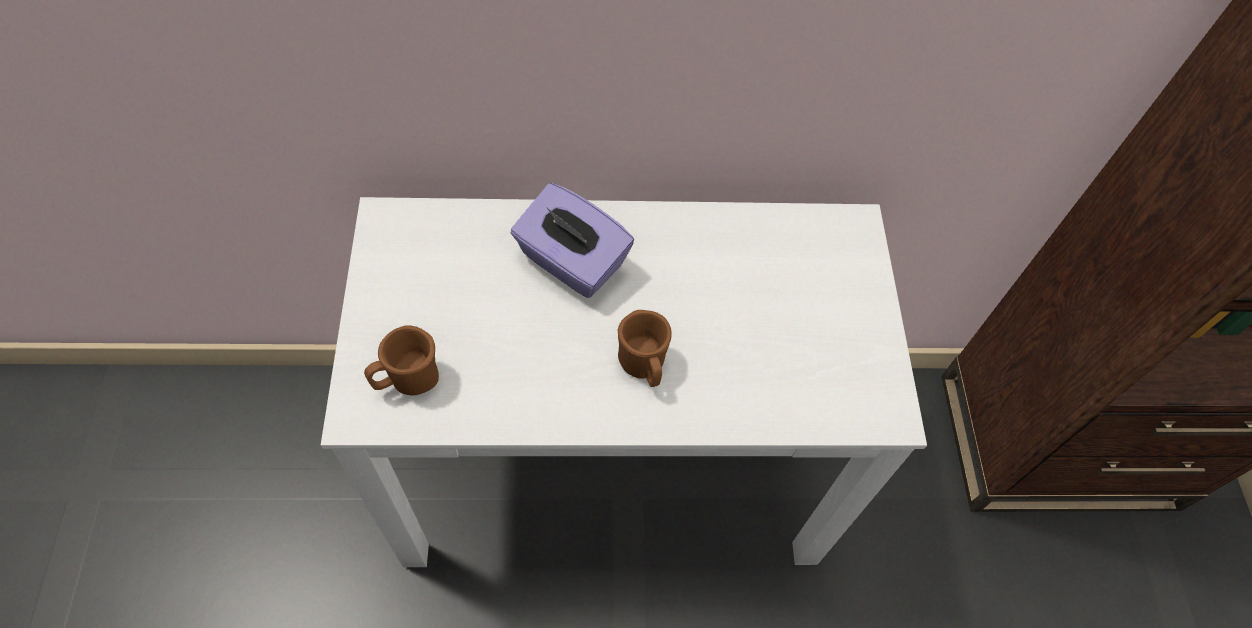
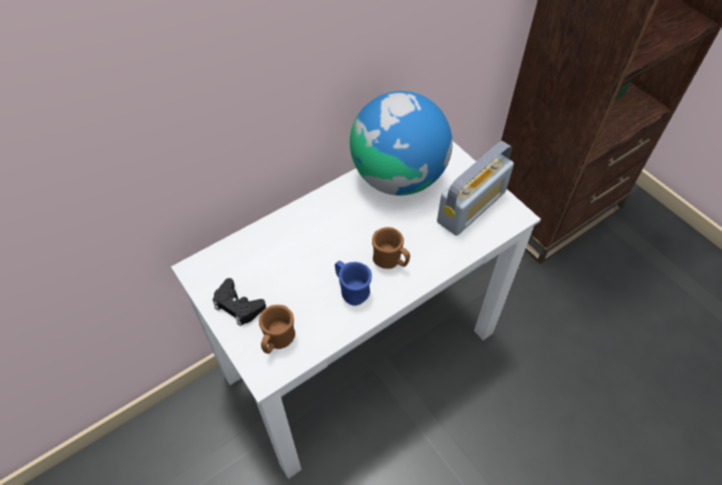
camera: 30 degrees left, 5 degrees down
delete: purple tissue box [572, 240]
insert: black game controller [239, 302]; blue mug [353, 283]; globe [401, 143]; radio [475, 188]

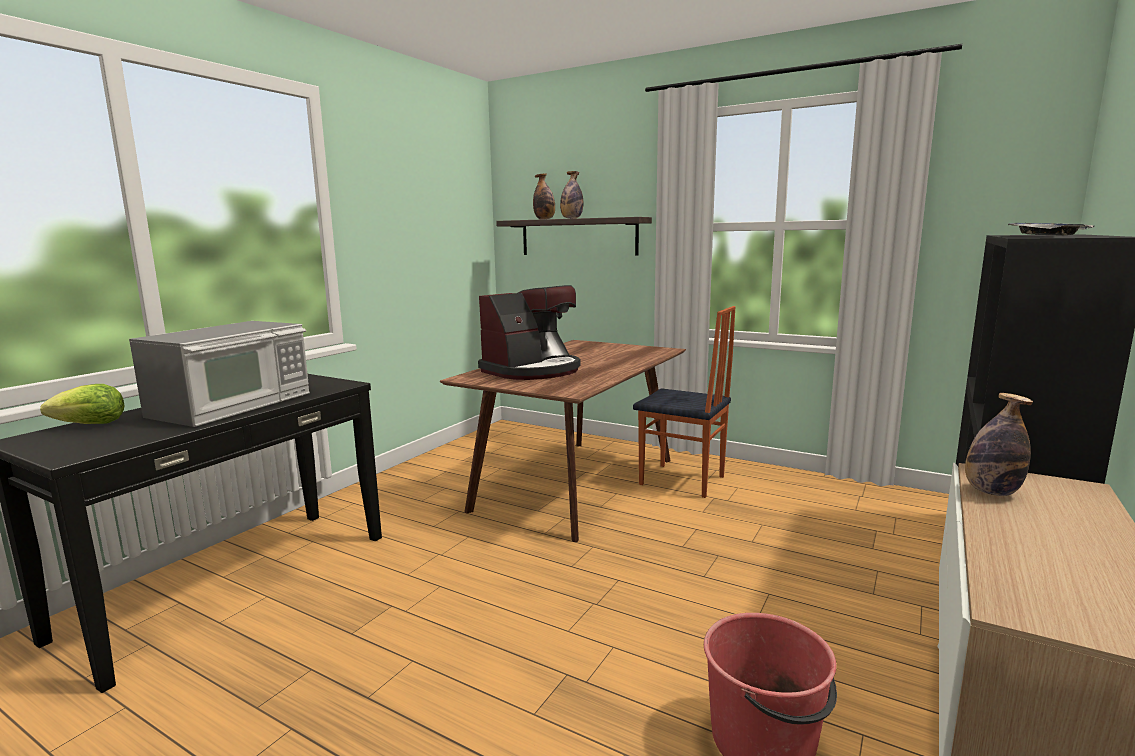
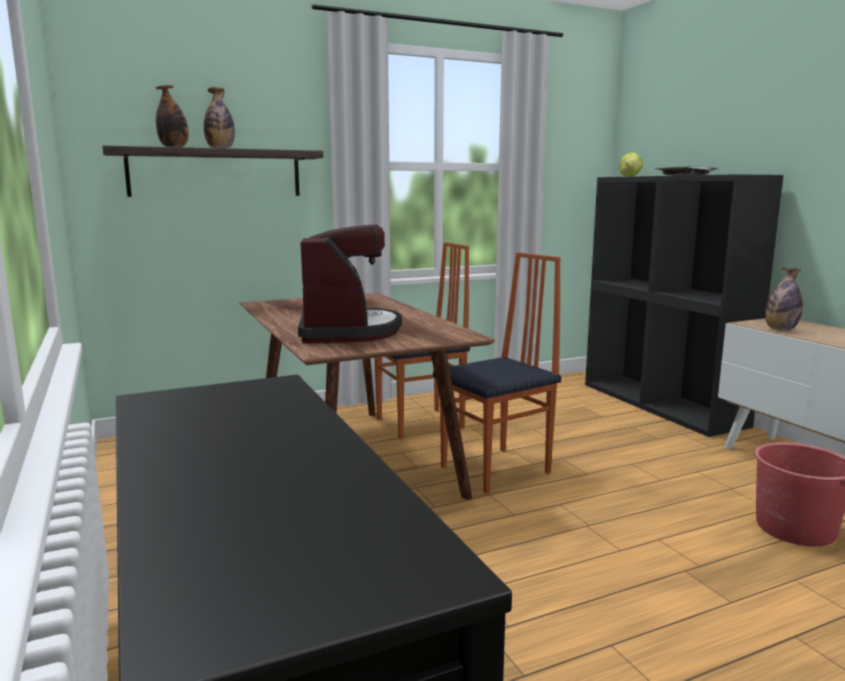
camera: 55 degrees left, 0 degrees up
delete: microwave [219, 374]
insert: chair [497, 372]
move: lettuce [82, 404] to [631, 164]

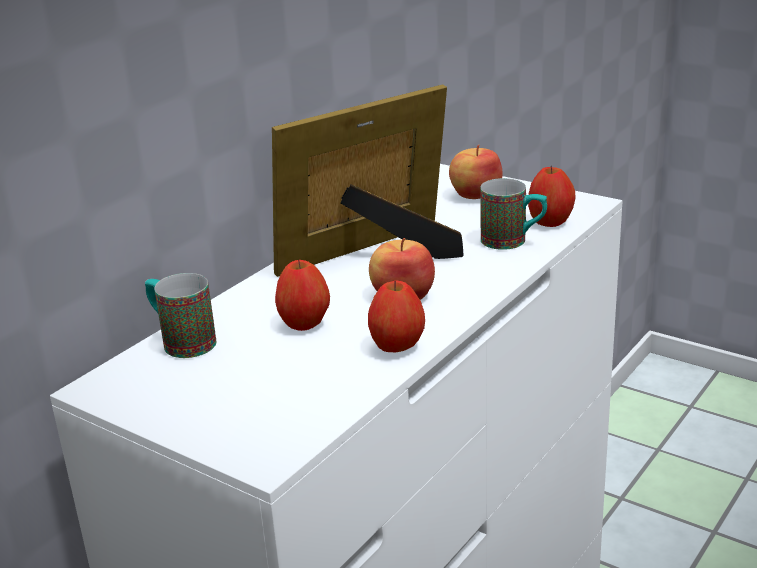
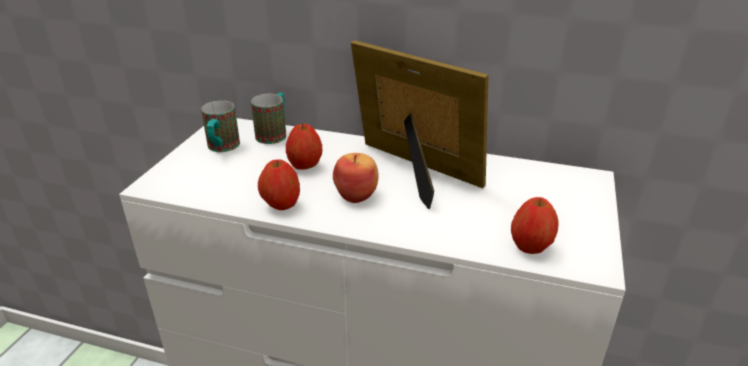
camera: 70 degrees right, 5 degrees up
delete: apple [476, 172]
move: mug [513, 214] to [220, 126]

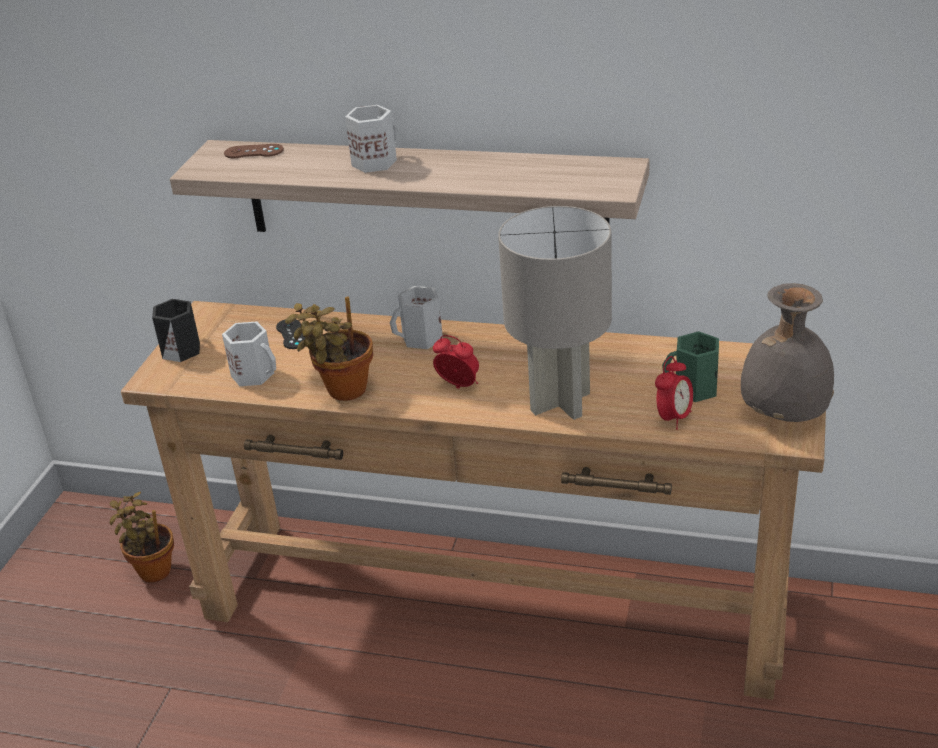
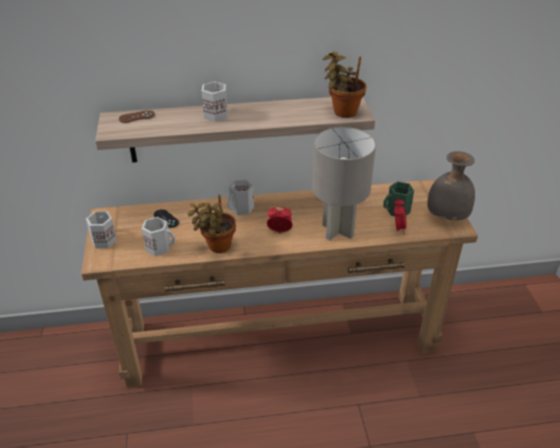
camera: 25 degrees left, 5 degrees up
move: potted plant [142, 536] to [345, 85]
recolor: black mug [176, 330] to white mug [101, 229]

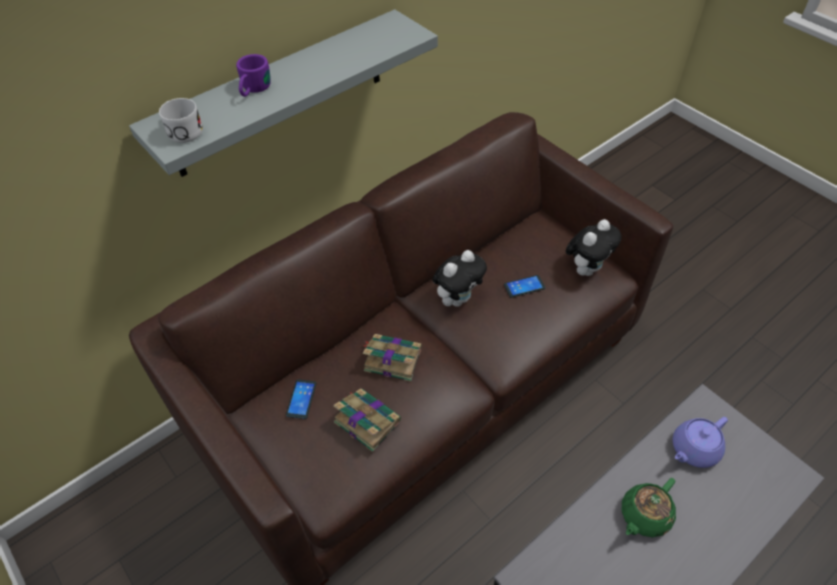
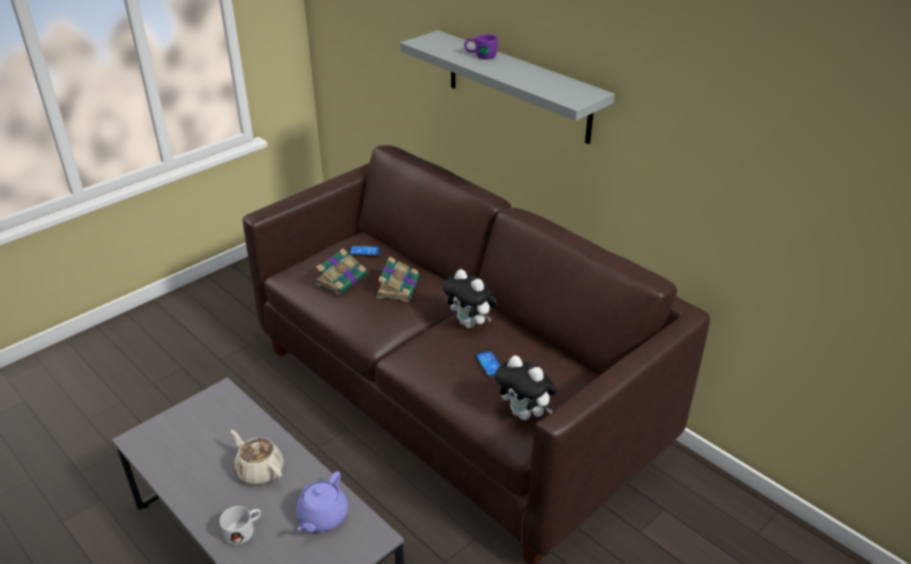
camera: 85 degrees right, 15 degrees down
move: white mug [181, 120] to [240, 525]
recolor: green teapot [649, 507] to beige teapot [257, 457]
rotate: purple teapot [700, 442] = [322, 502] 120 degrees counterclockwise

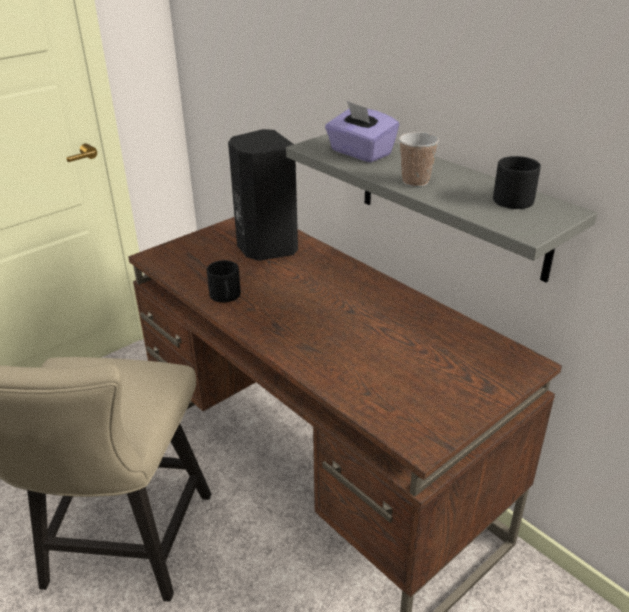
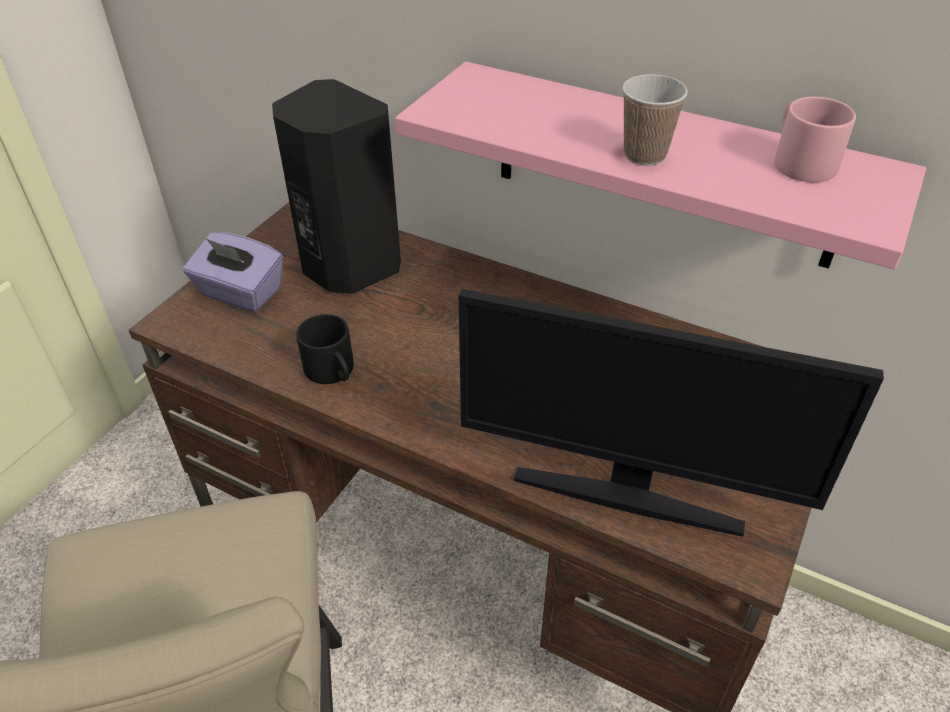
camera: 20 degrees left, 10 degrees up
insert: monitor [671, 413]
move: purple tissue box [362, 132] to [233, 272]
recolor: grey shelf [441, 208] to pink shelf [660, 165]; black mug [517, 182] to pink mug [815, 139]

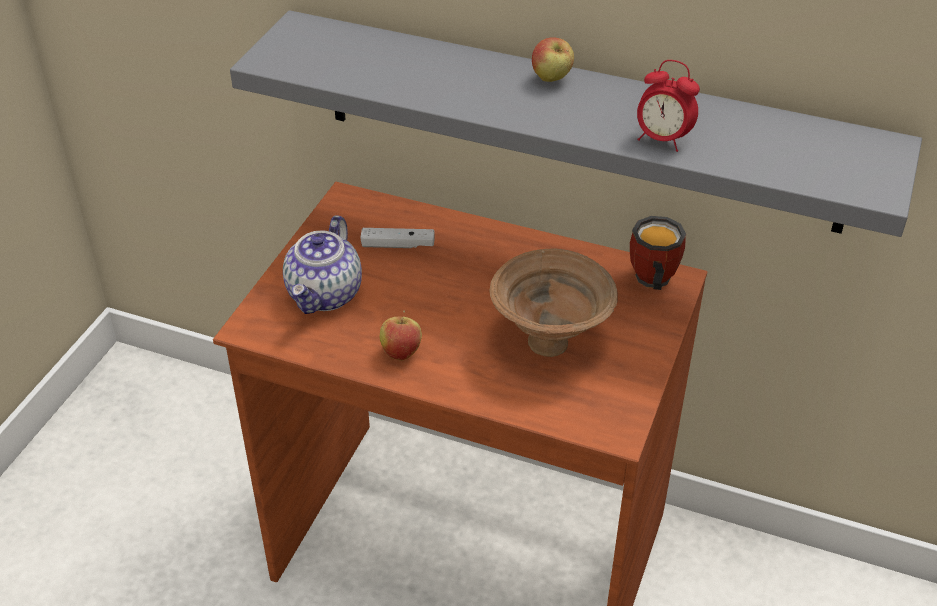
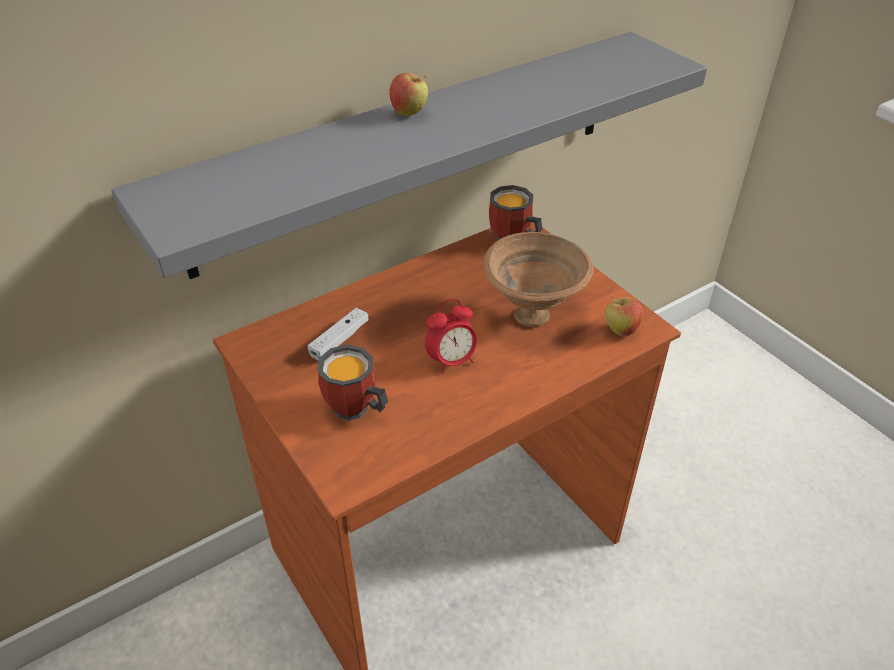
camera: 55 degrees left, 0 degrees up
move: apple [401, 335] to [624, 316]; alarm clock [668, 106] to [451, 336]
replace: teapot [322, 264] to mug [352, 382]

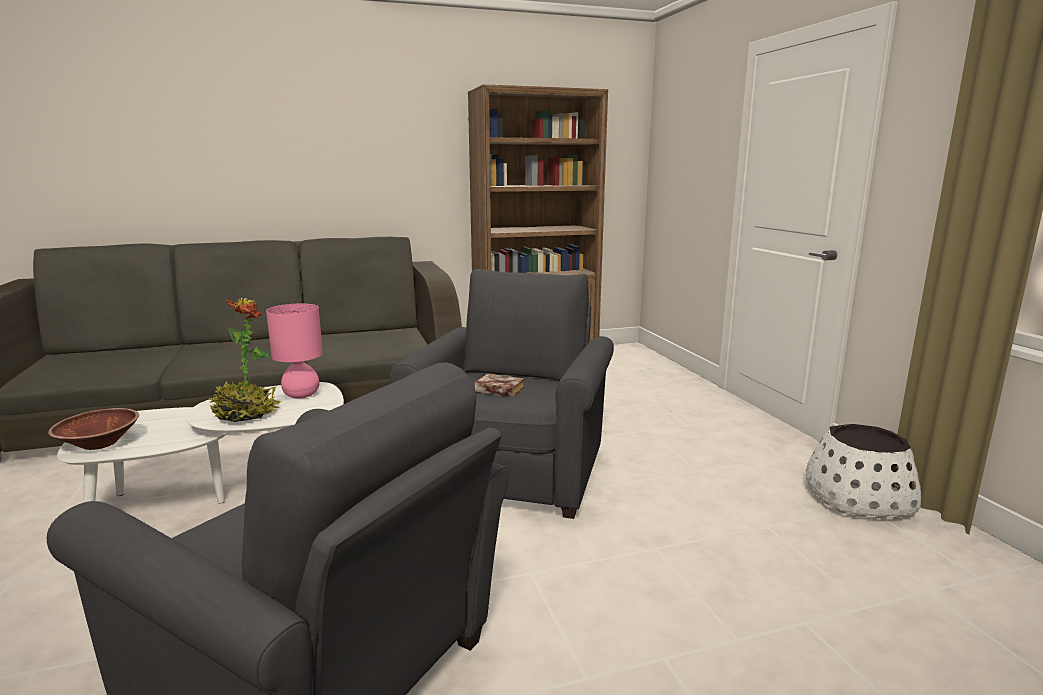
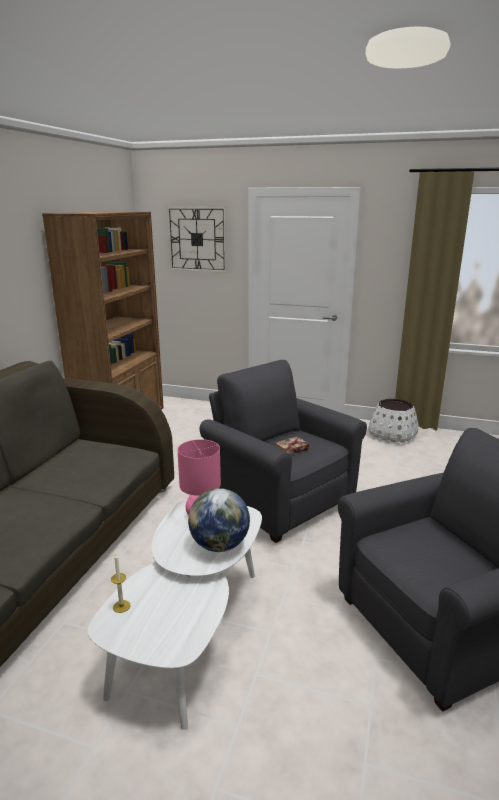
camera: 55 degrees left, 5 degrees up
delete: brown bowl [93, 429]
insert: candle [121, 583]; wall clock [196, 239]
replace: potted plant [244, 360] to globe [219, 520]

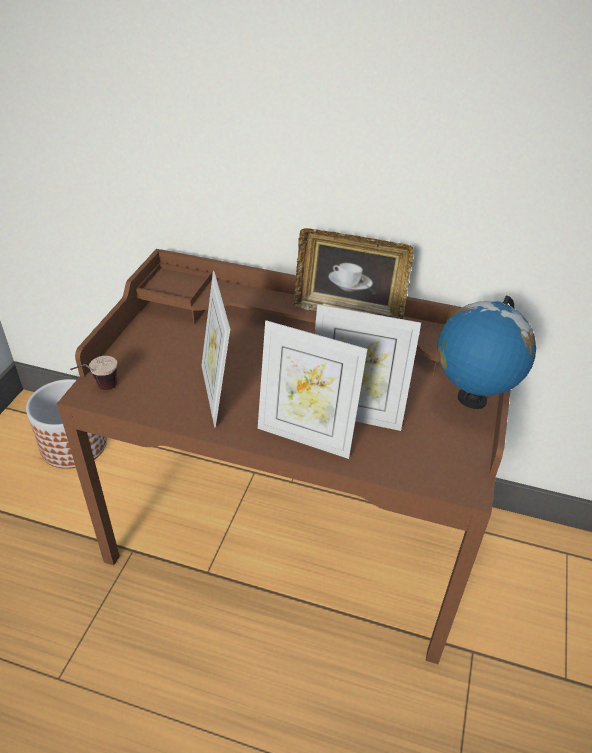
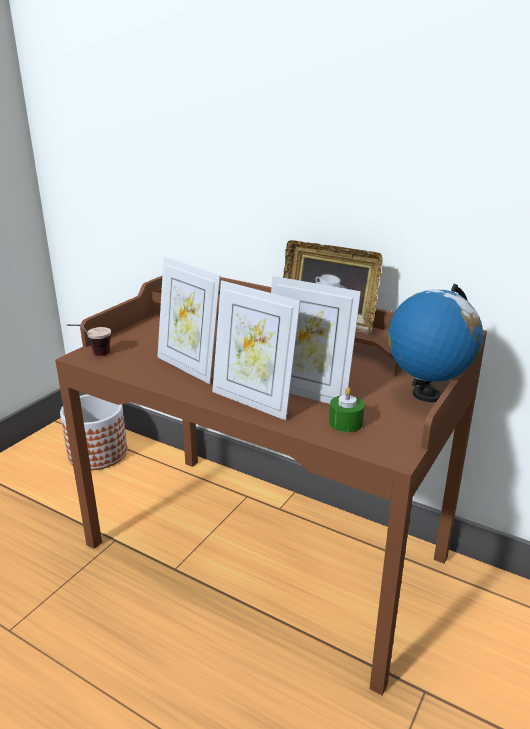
camera: 15 degrees right, 15 degrees down
insert: green candle [347, 409]
rotate: picture frame [216, 349] = [188, 320] 45 degrees counterclockwise

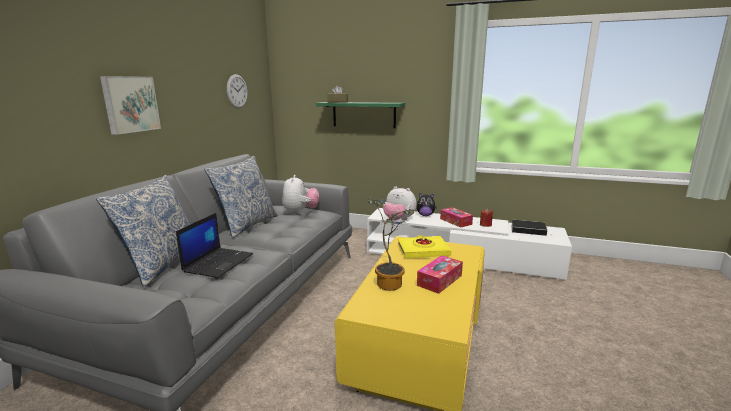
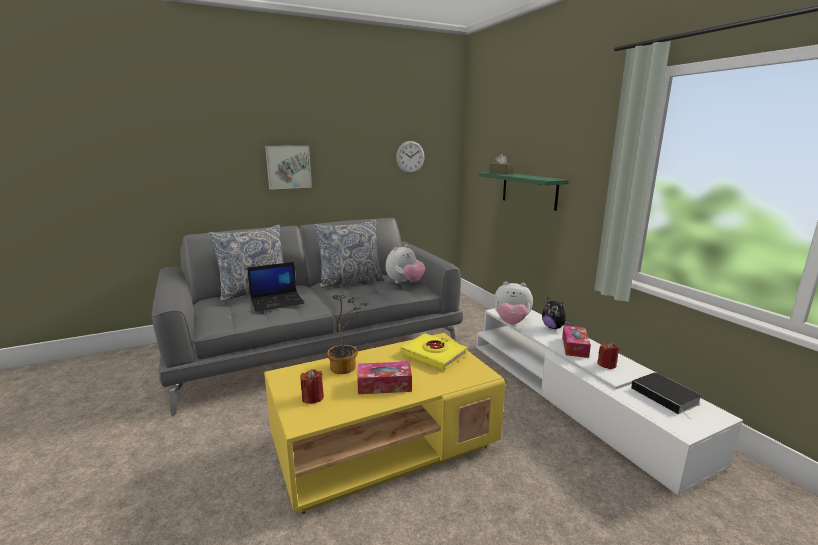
camera: 45 degrees right, 0 degrees up
insert: red candle [312, 386]
rotate: plush toy [400, 203] = [513, 303] 60 degrees counterclockwise

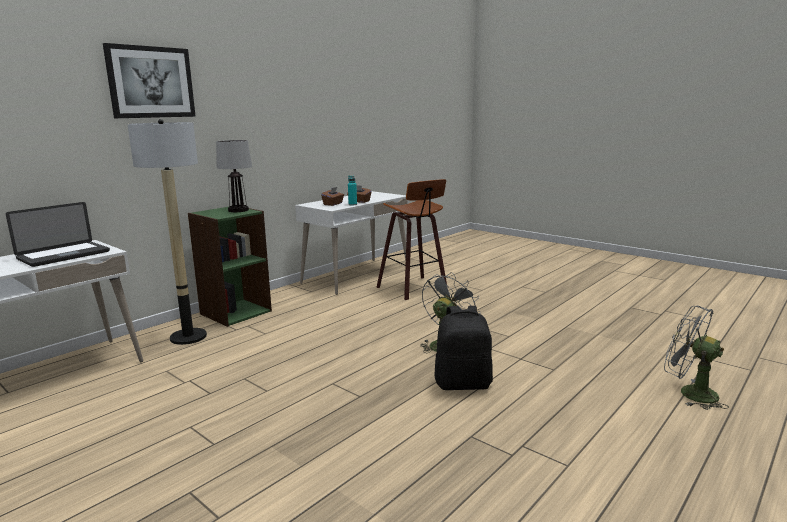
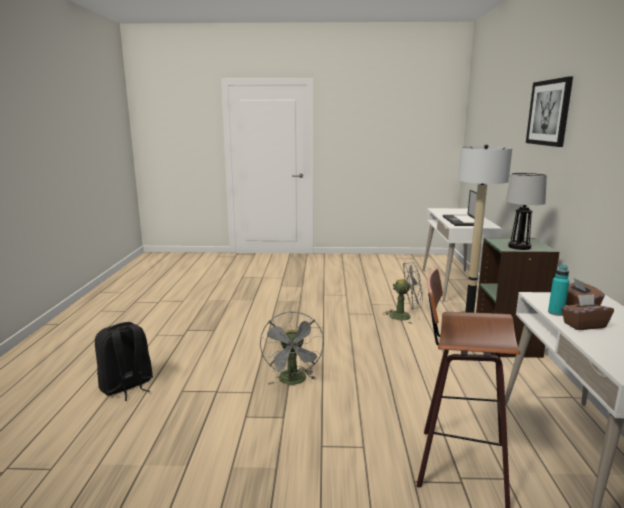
camera: 140 degrees right, 0 degrees up
move: black backpack [464, 348] to [124, 361]; grey fan [696, 358] to [403, 293]

